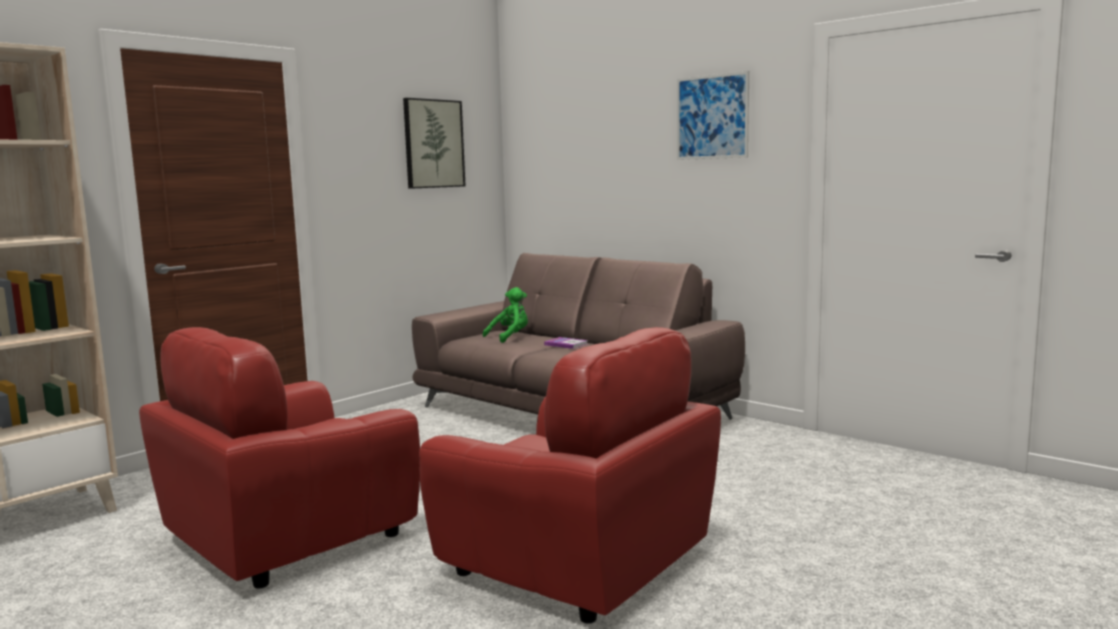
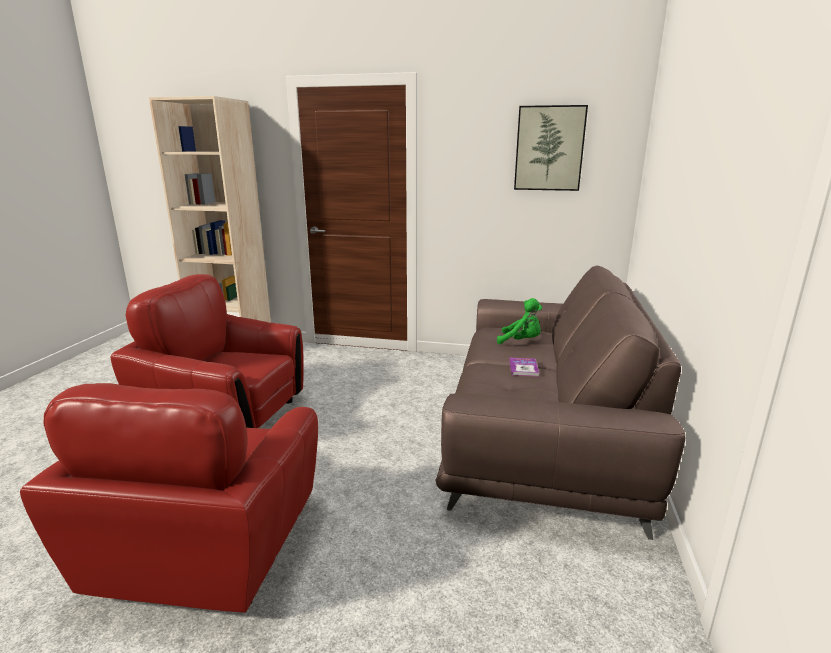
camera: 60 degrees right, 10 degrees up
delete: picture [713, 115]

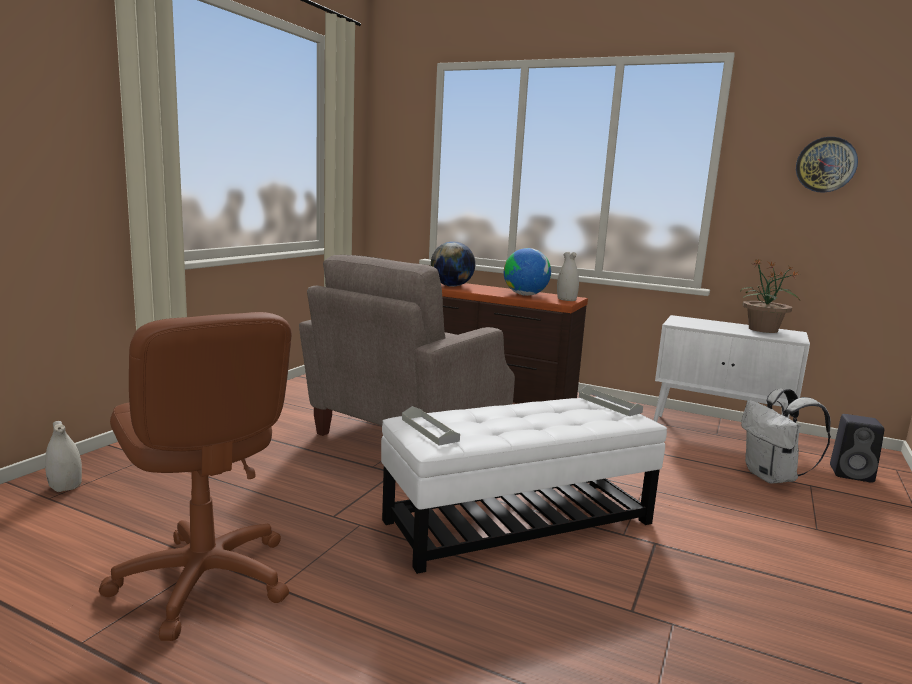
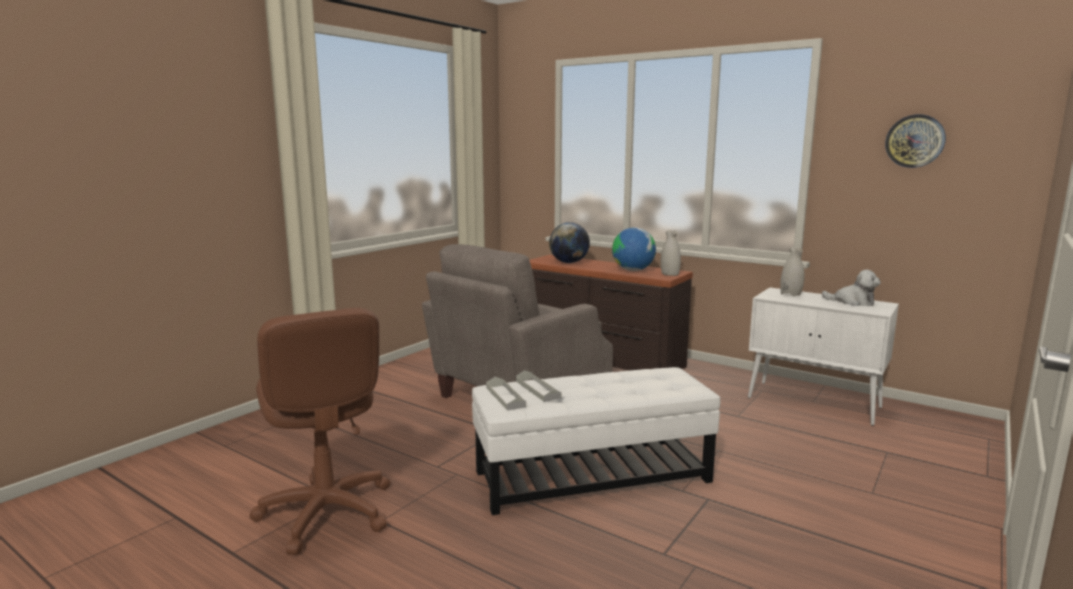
camera: 10 degrees right, 0 degrees up
delete: white backpack [786, 436]; black speaker [857, 448]
move: white vase [63, 456] to [792, 271]; grey tray [611, 400] to [539, 386]
replace: potted plant [770, 296] to plush toy [851, 288]

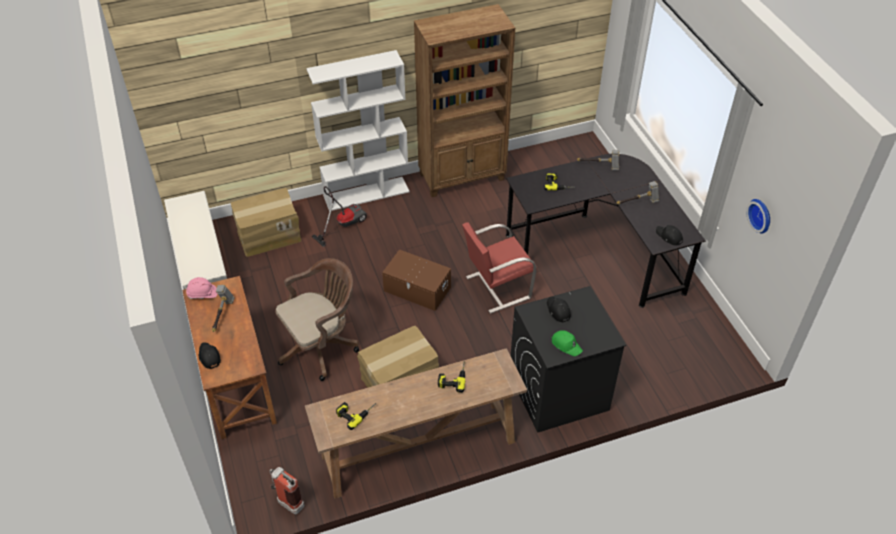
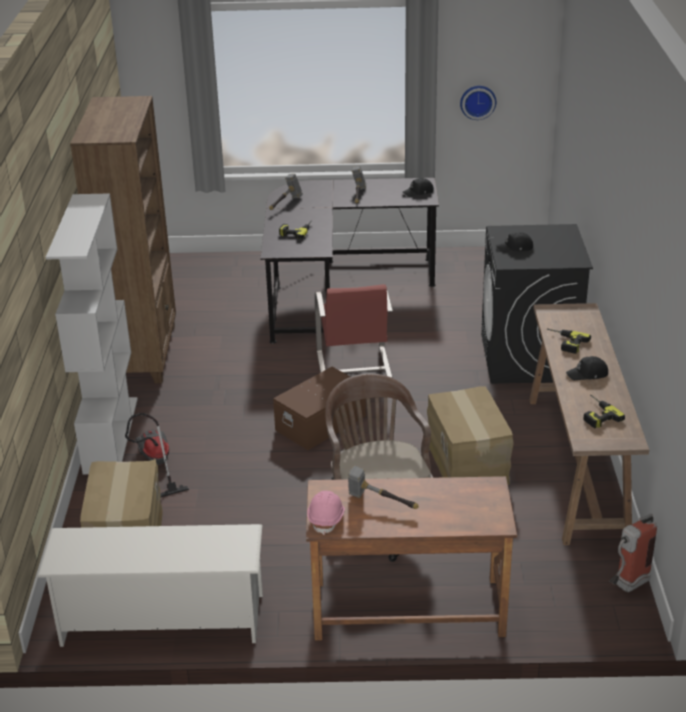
camera: 70 degrees left, 15 degrees down
delete: green cap [567, 343]
move: black cap [210, 355] to [587, 368]

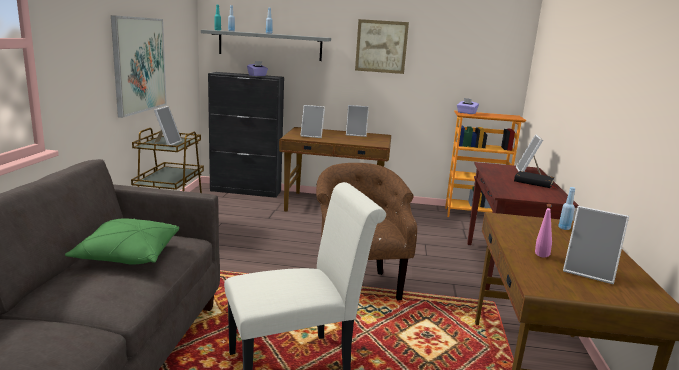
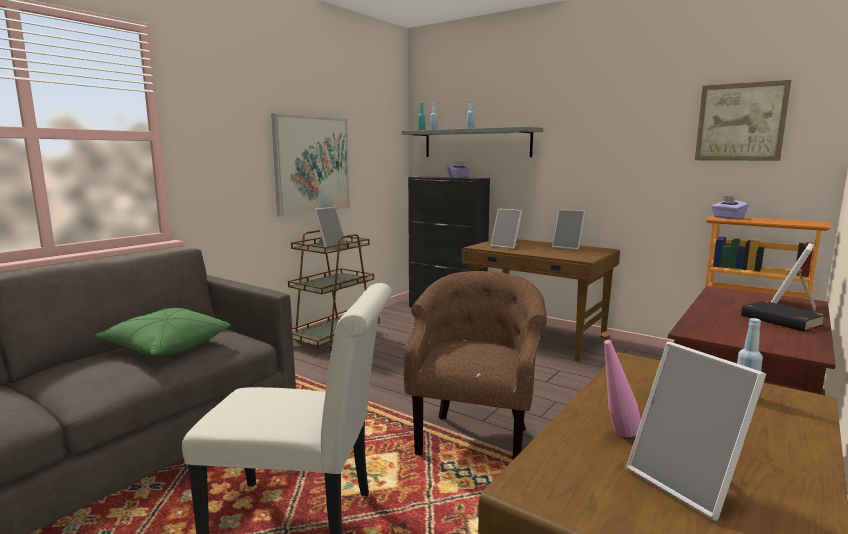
camera: 30 degrees right, 5 degrees down
move: picture [382, 46] to [743, 120]

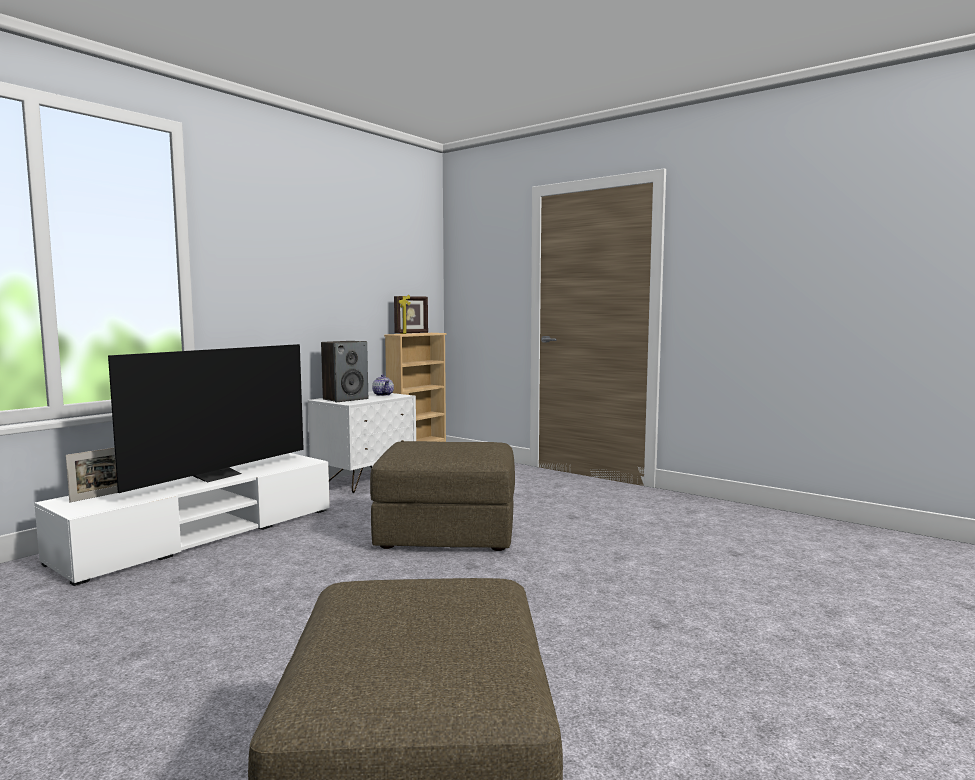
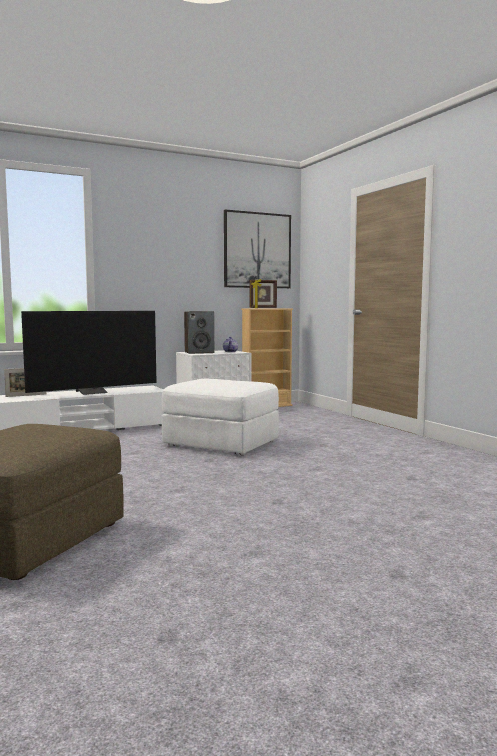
camera: 25 degrees right, 0 degrees up
insert: picture [257, 249]
recolor: brown ottoman [442, 496] to white ottoman [220, 417]

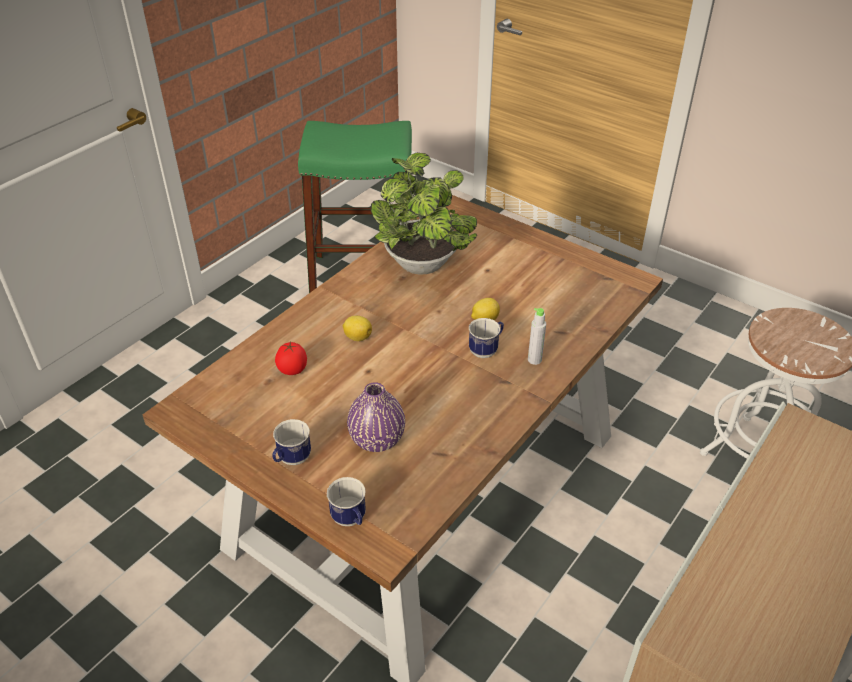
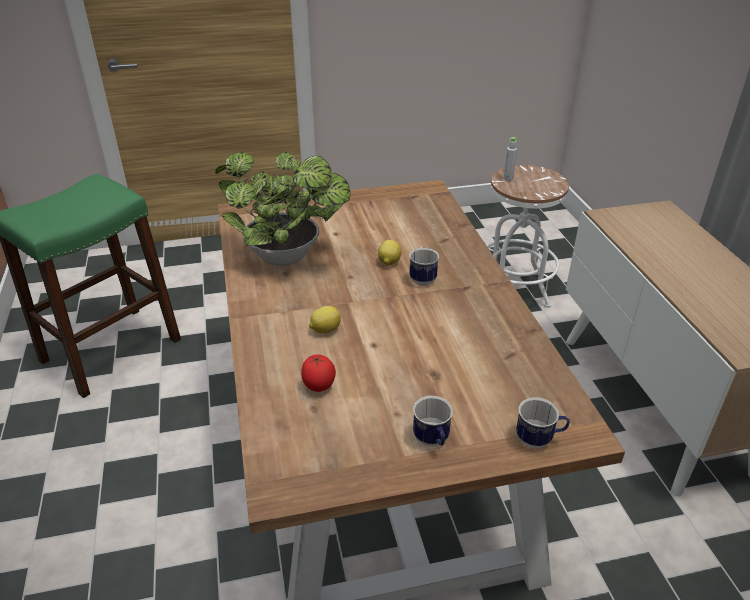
camera: 50 degrees left, 5 degrees down
delete: purple vase [376, 417]
move: grey bottle [537, 336] to [510, 159]

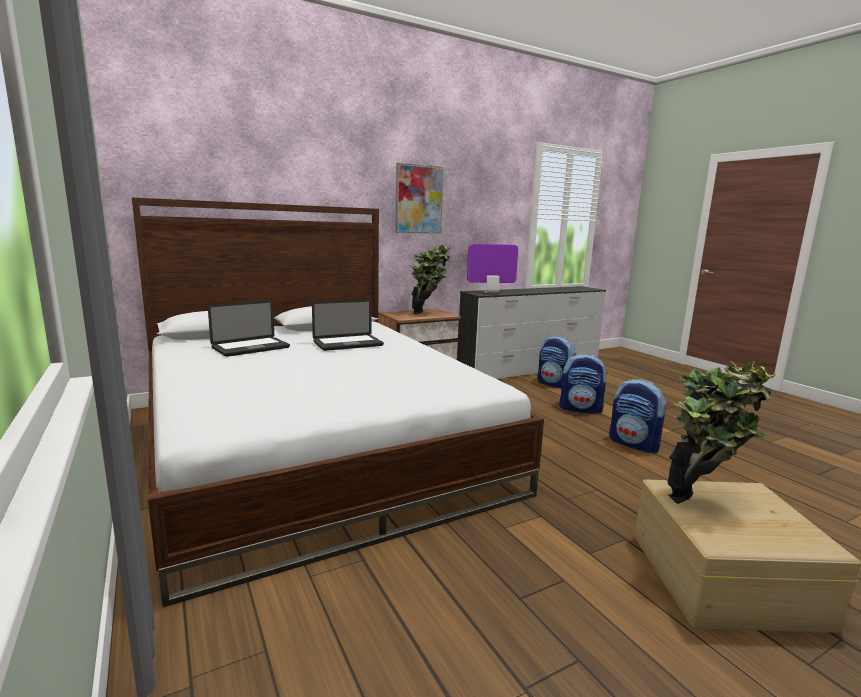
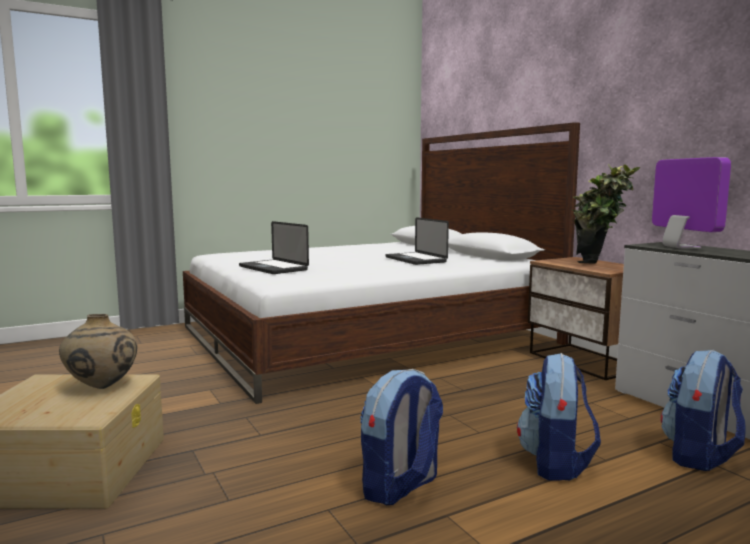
camera: 90 degrees right, 5 degrees down
delete: picture [419, 198]
move: laptop [249, 329] to [274, 247]
replace: potted plant [724, 432] to beige vase [98, 351]

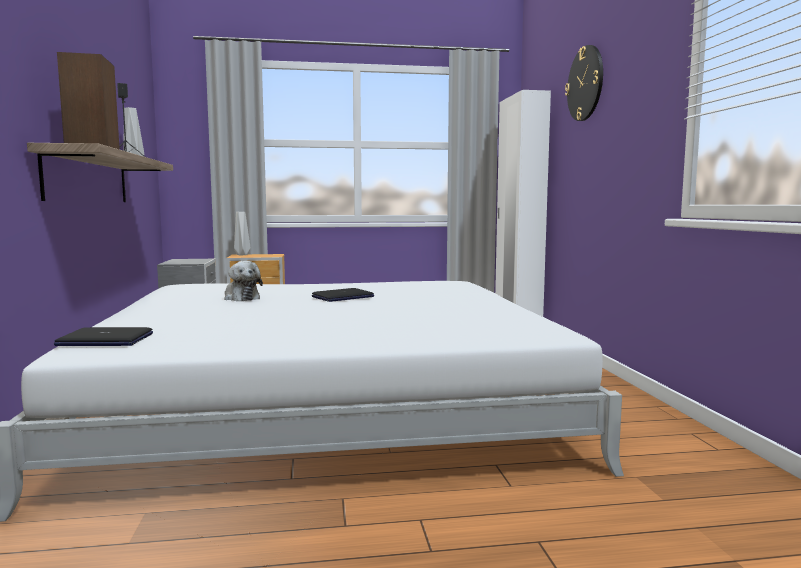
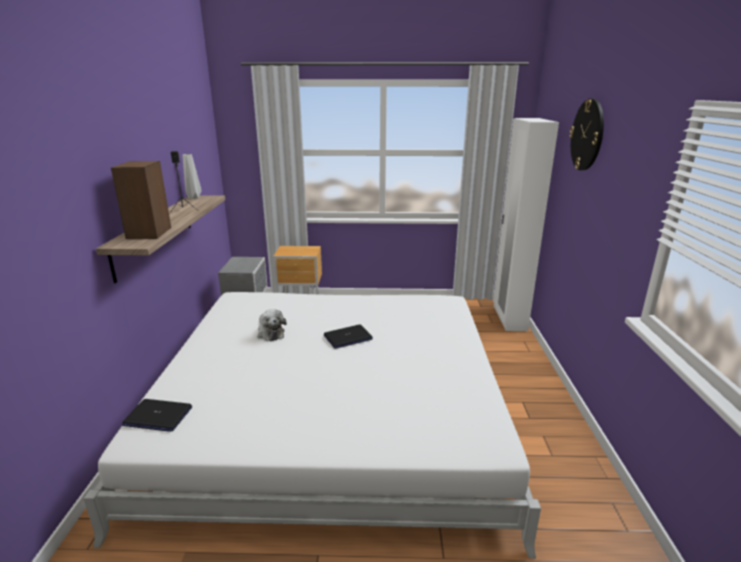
camera: 10 degrees right, 15 degrees up
delete: grey vase [242, 233]

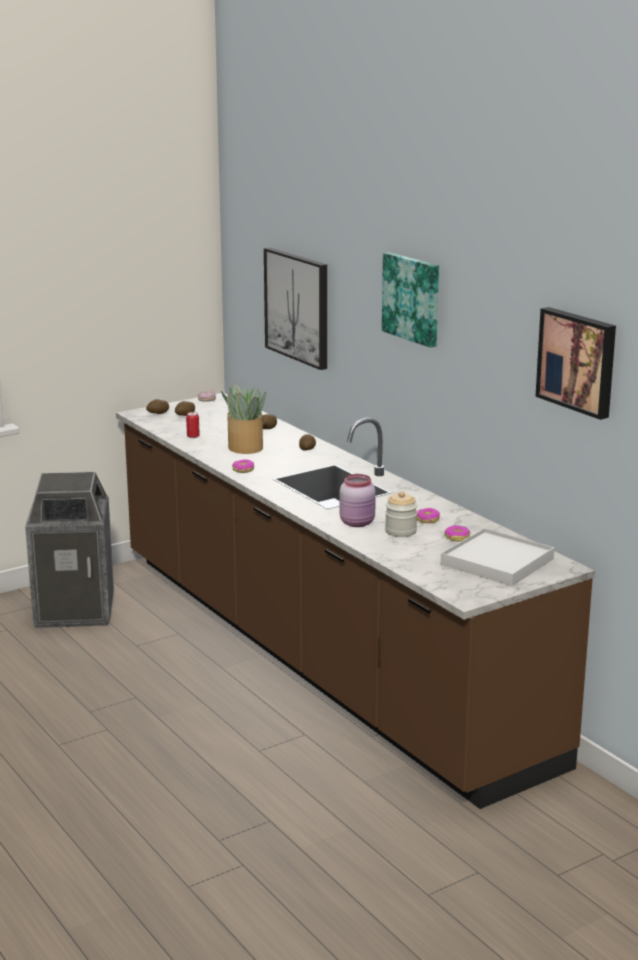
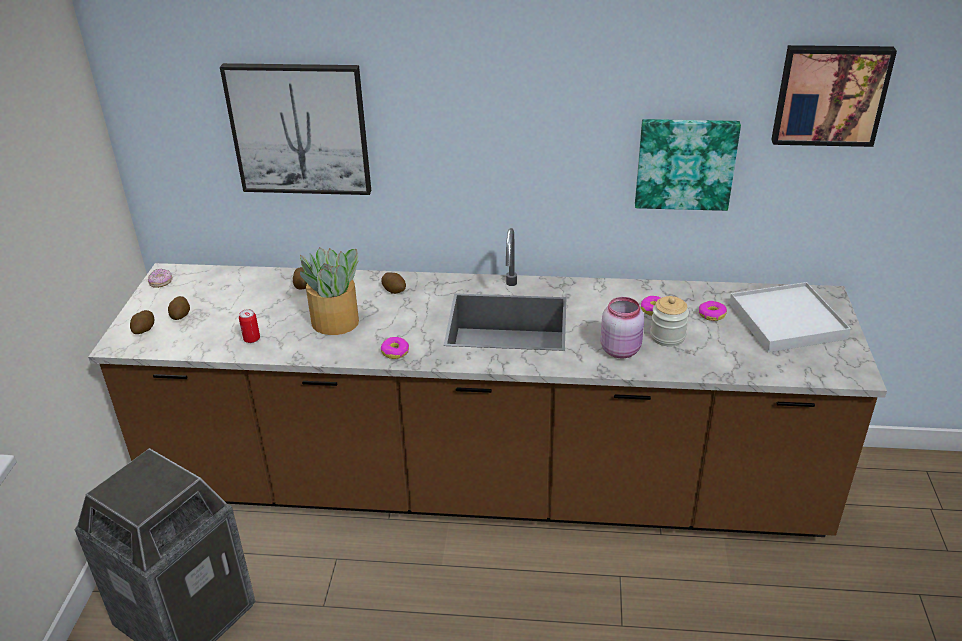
camera: 50 degrees left, 15 degrees up
move: picture [410, 300] to [688, 165]

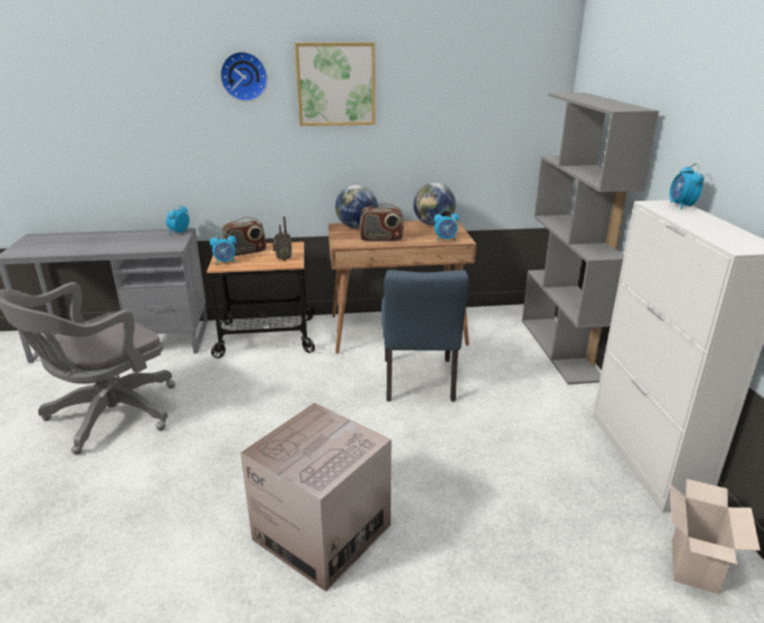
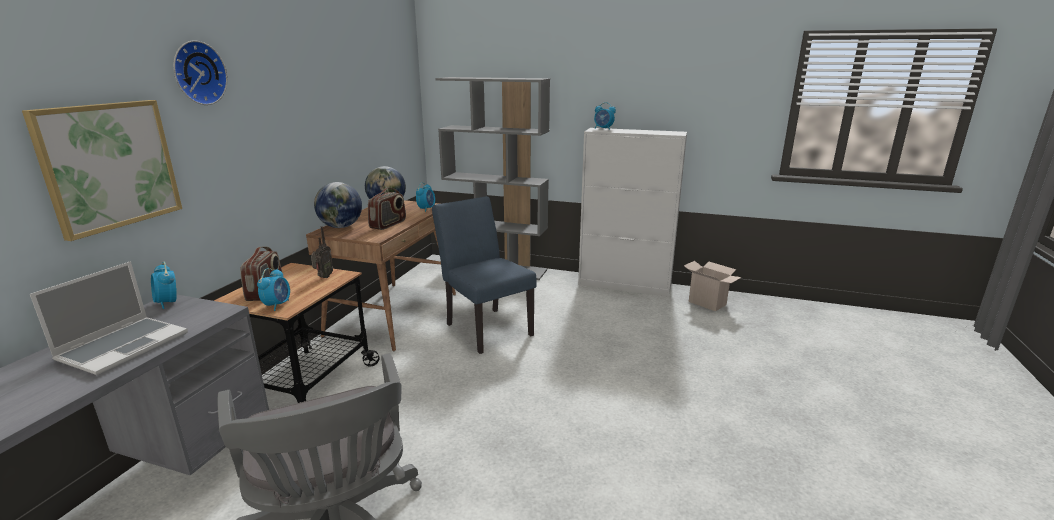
camera: 65 degrees left, 5 degrees down
delete: cardboard box [315, 497]
insert: laptop [109, 318]
move: picture [335, 84] to [102, 170]
rotate: blue chair [425, 336] = [484, 275] 150 degrees counterclockwise

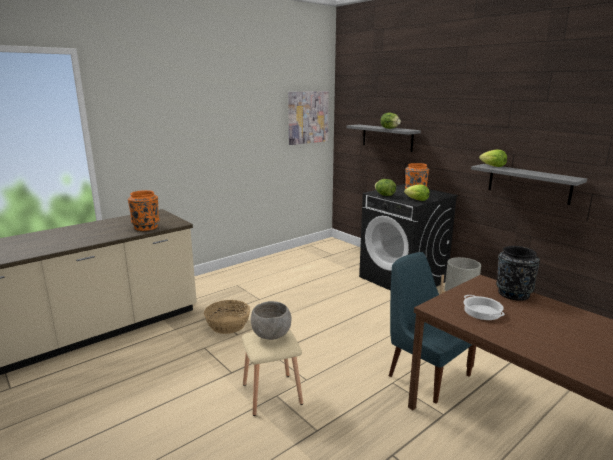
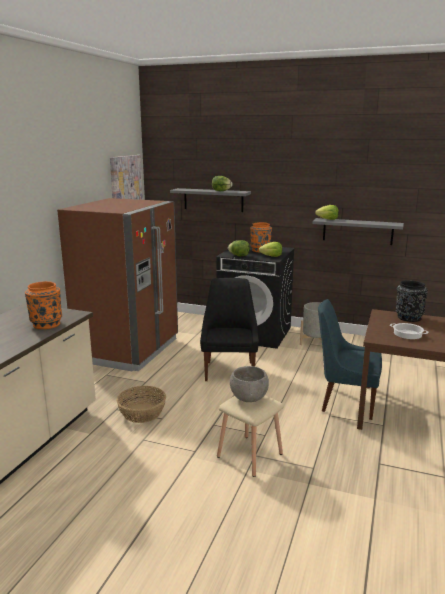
camera: 30 degrees left, 0 degrees up
insert: brown fridge [117, 284]; black chair [229, 329]

